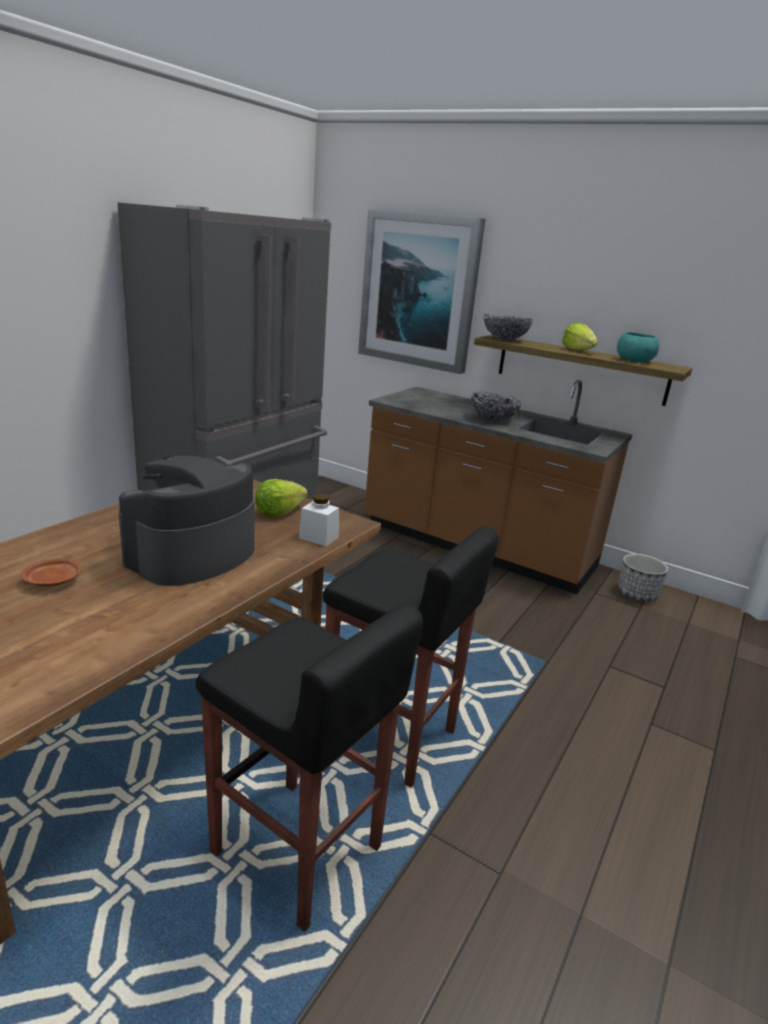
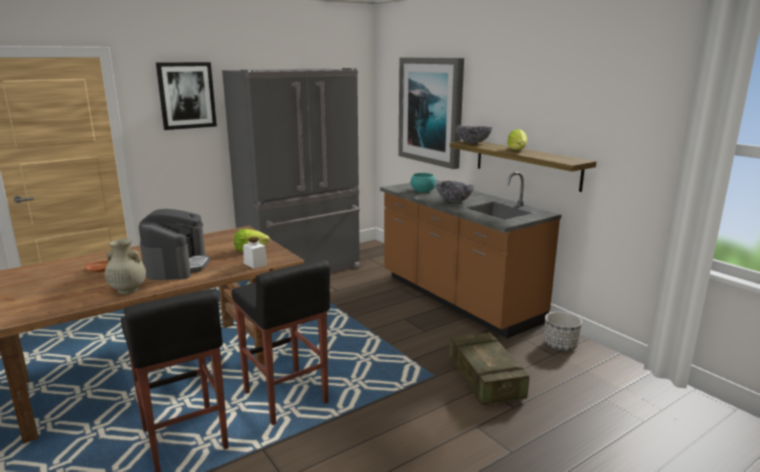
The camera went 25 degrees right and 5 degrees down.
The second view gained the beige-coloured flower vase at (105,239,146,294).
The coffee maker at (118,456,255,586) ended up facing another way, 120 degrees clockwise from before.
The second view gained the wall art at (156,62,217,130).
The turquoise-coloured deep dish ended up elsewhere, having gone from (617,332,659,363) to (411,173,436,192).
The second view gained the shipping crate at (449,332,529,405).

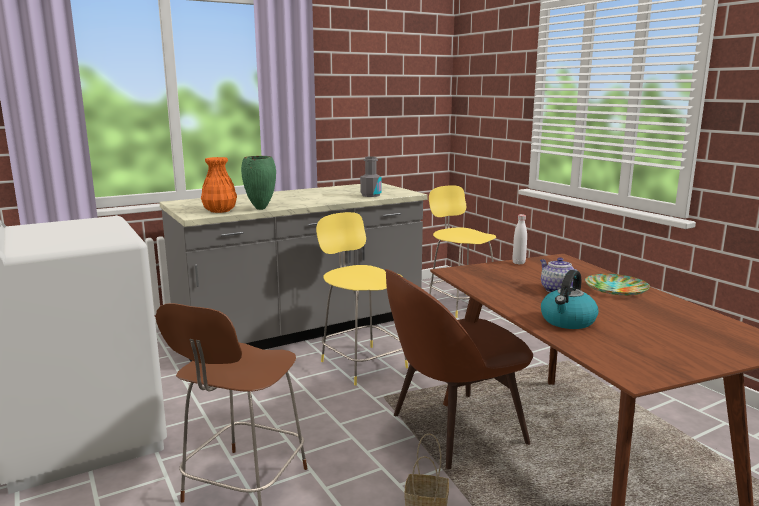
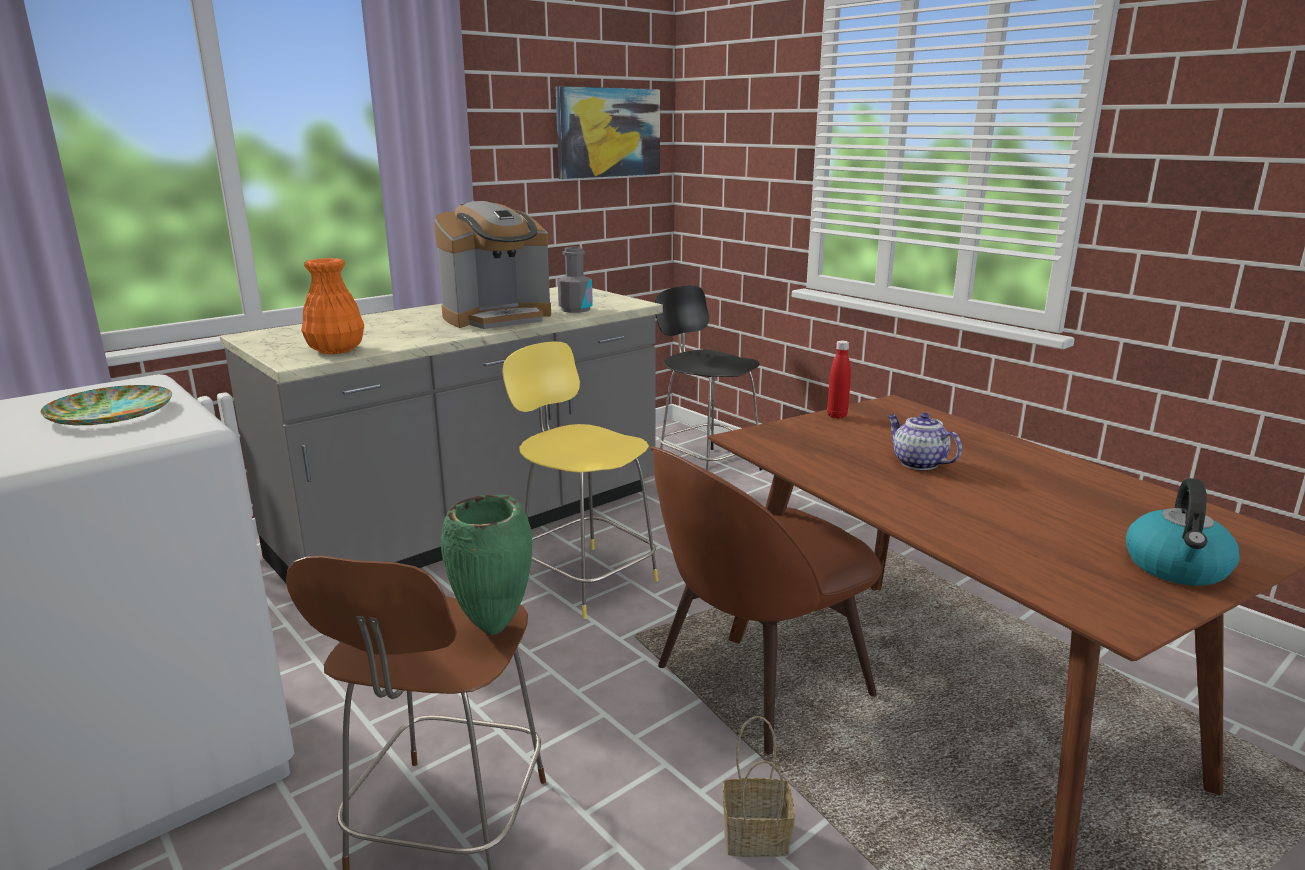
The camera went 10 degrees left and 5 degrees up.
The plate ended up elsewhere, having gone from (585,274,650,295) to (40,385,172,426).
The second view gained the coffee maker at (434,201,551,329).
The green flower vase ended up elsewhere, having gone from (241,156,276,210) to (441,495,532,635).
The second view gained the wall art at (556,86,660,179).
What was the yellowish stool at (429,185,496,318) turned into the black stool at (655,286,762,471).
What was the white-coloured beverage bottle at (512,214,527,265) turned into the red-coloured beverage bottle at (827,341,851,419).
The water kettle ended up elsewhere, having gone from (541,270,599,329) to (1126,478,1240,586).

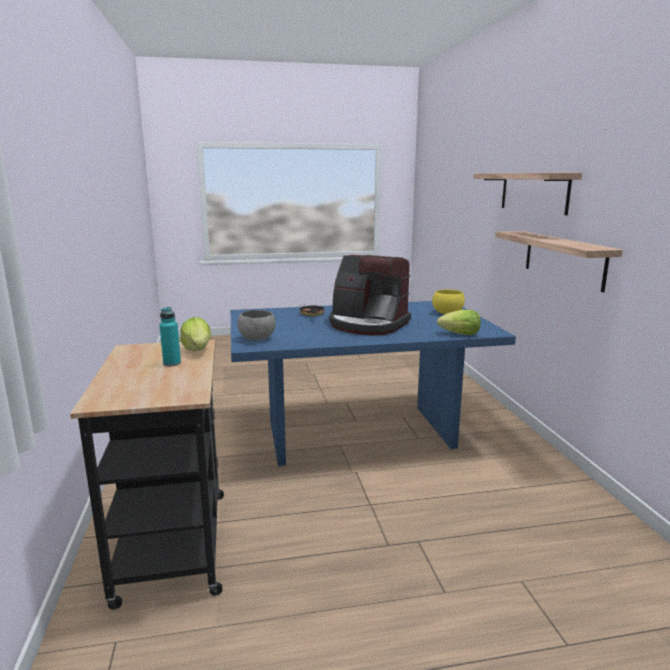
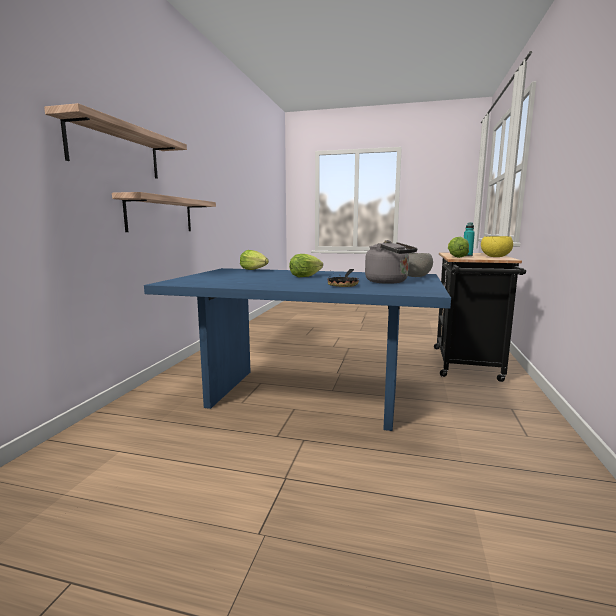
The camera went 155 degrees left and 5 degrees down.
Where the coffee maker stood at (329,255,411,335), the lettuce head came to stand at (289,254,323,277).
The second view gained the grey water kettle at (365,240,418,284).
The yellowish deep dish ended up elsewhere, having gone from (432,289,465,314) to (481,236,513,257).

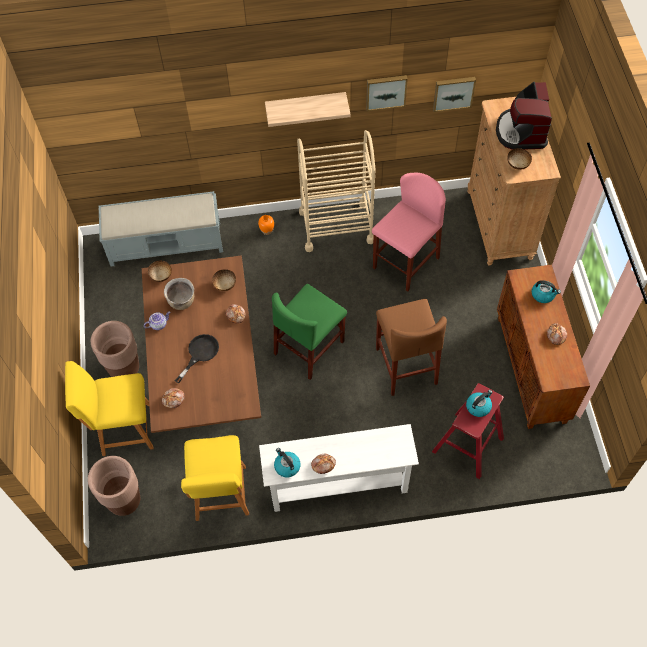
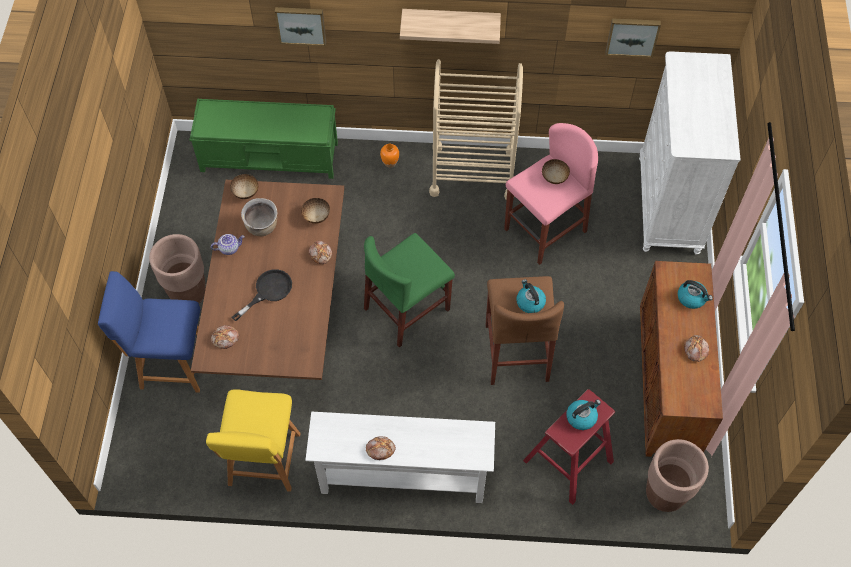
The camera went 10 degrees right and 0 degrees up.
What was the yellowish upright chair at (65,361,154,456) turned into the blue upright chair at (98,271,200,393).
What was the grey long seat at (99,191,223,267) turned into the green long seat at (189,99,338,179).
The wall art ended up elsewhere, having gone from (366,75,408,111) to (275,7,326,46).
The water kettle ended up elsewhere, having gone from (274,448,301,477) to (516,279,546,313).
The deep dish ended up elsewhere, having gone from (507,148,532,170) to (542,159,570,184).
What was the brownish chest of drawers at (467,97,561,266) turned into the white-coloured chest of drawers at (639,51,741,255).
The brownish planter ended up elsewhere, having gone from (88,456,140,516) to (646,439,709,512).
The second view lost the coffee maker at (496,82,552,150).

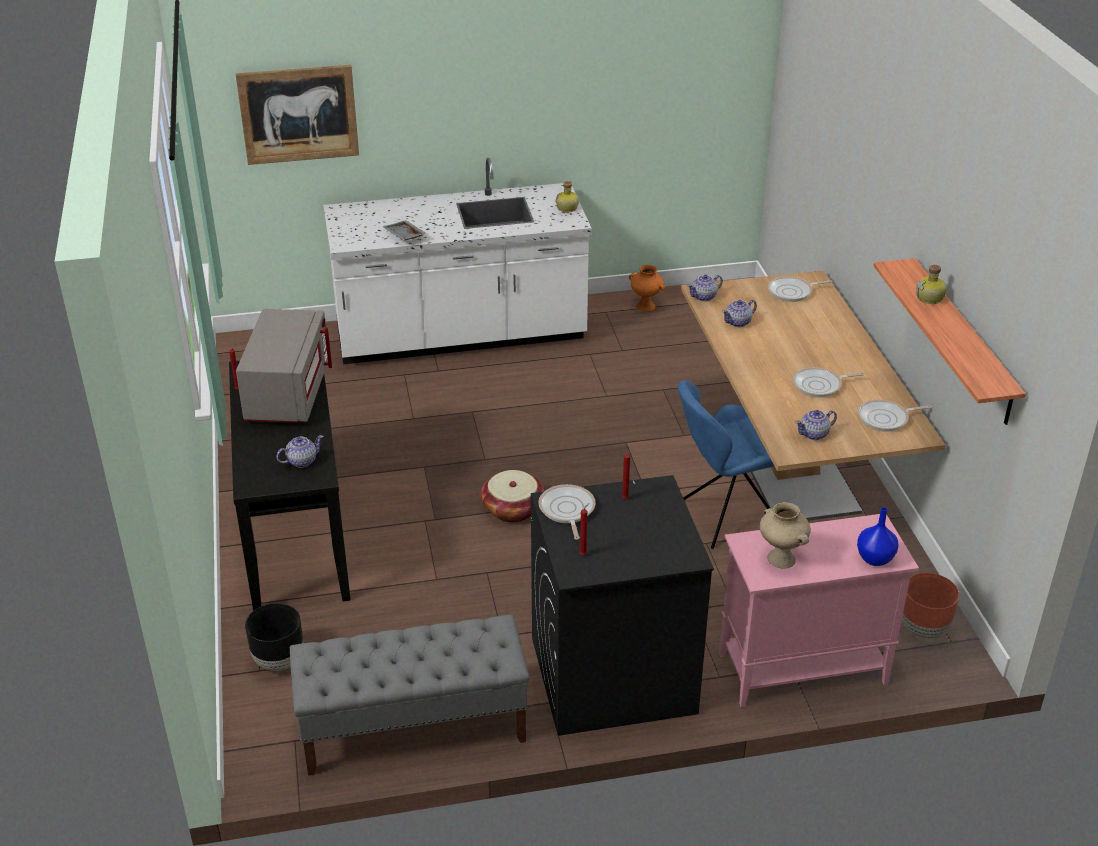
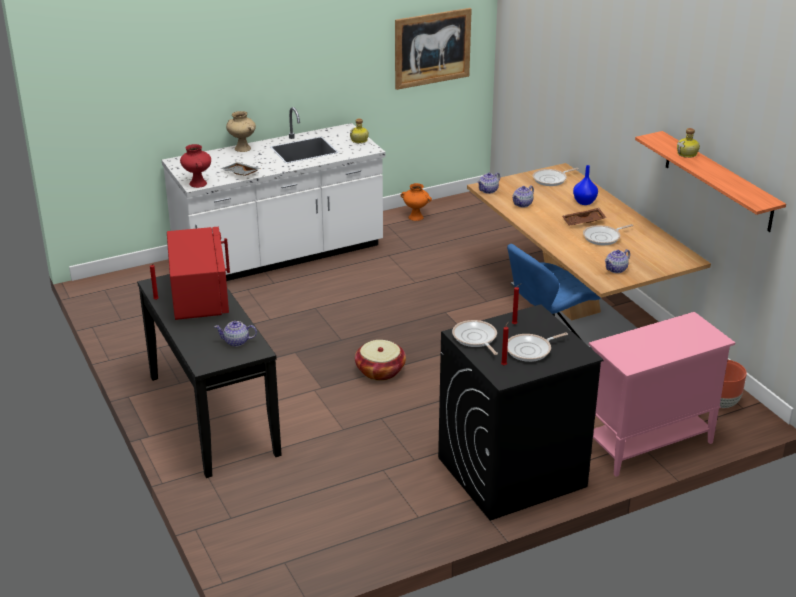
The camera went 15 degrees left and 5 degrees down.
What was the grey microwave oven at (236,309,332,423) turned into the red-coloured microwave oven at (167,227,230,320).
The second view gained the red-coloured flower vase at (180,144,211,188).
The pot for tea at (276,435,324,468) ended up facing another way, 135 degrees counterclockwise from before.
The beige-coloured flower vase ended up elsewhere, having gone from (760,502,811,568) to (226,111,256,152).
The wall art ended up elsewhere, having gone from (236,65,359,165) to (395,8,472,90).
The skillet ended up elsewhere, having gone from (858,399,931,432) to (507,332,568,362).
The second view gained the brownish tray at (562,208,606,226).
The blue flower vase ended up elsewhere, having gone from (857,507,898,566) to (573,165,598,205).
The second view lost the black planter at (245,603,303,671).
The second view lost the grey long seat at (290,615,529,776).

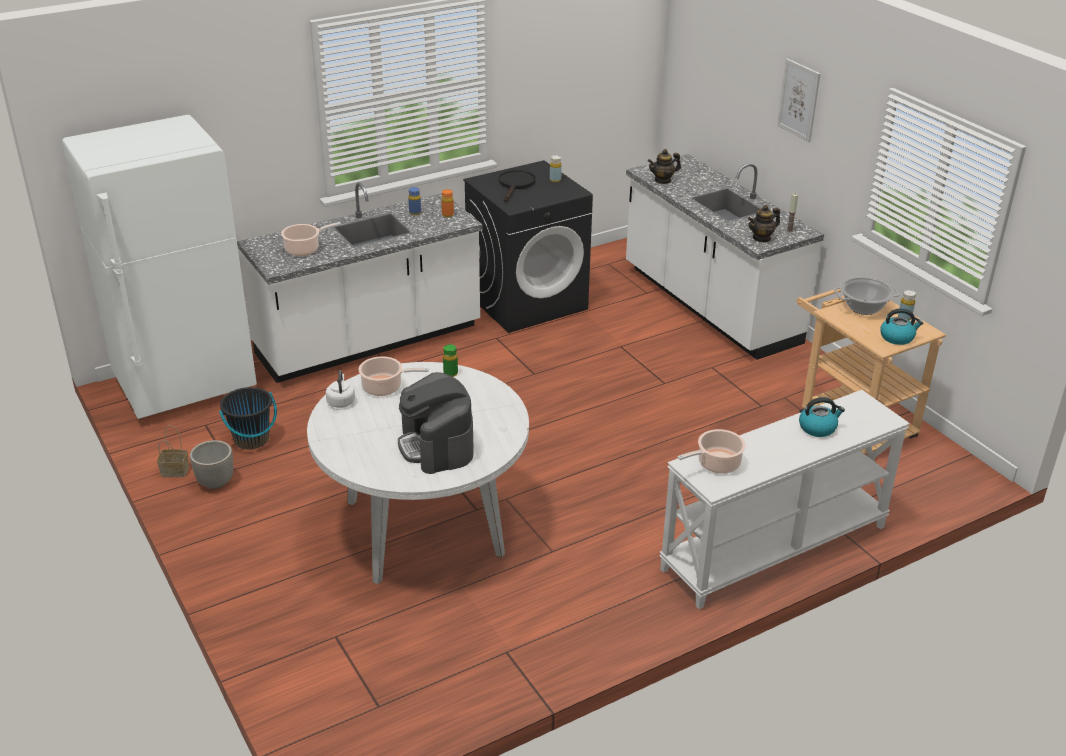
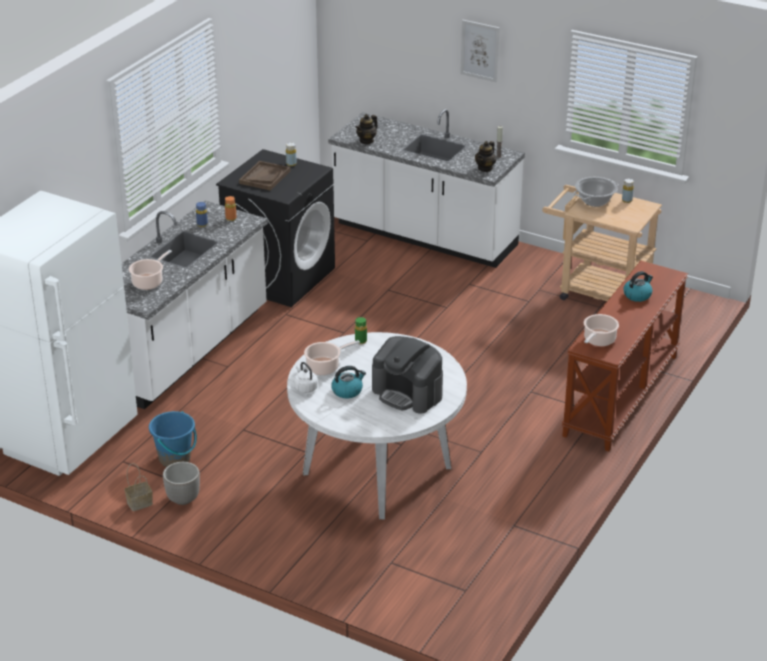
The camera went 30 degrees left and 0 degrees up.
What was the black pail at (219,387,277,449) turned into the blue pail at (149,411,197,467).
Where the black skillet stood at (499,170,536,202), the brownish tray came to stand at (239,161,290,191).
The water kettle ended up elsewhere, having gone from (880,308,923,345) to (331,366,366,398).
What was the white-coloured console table at (659,390,910,609) turned into the brownish console table at (562,261,688,452).

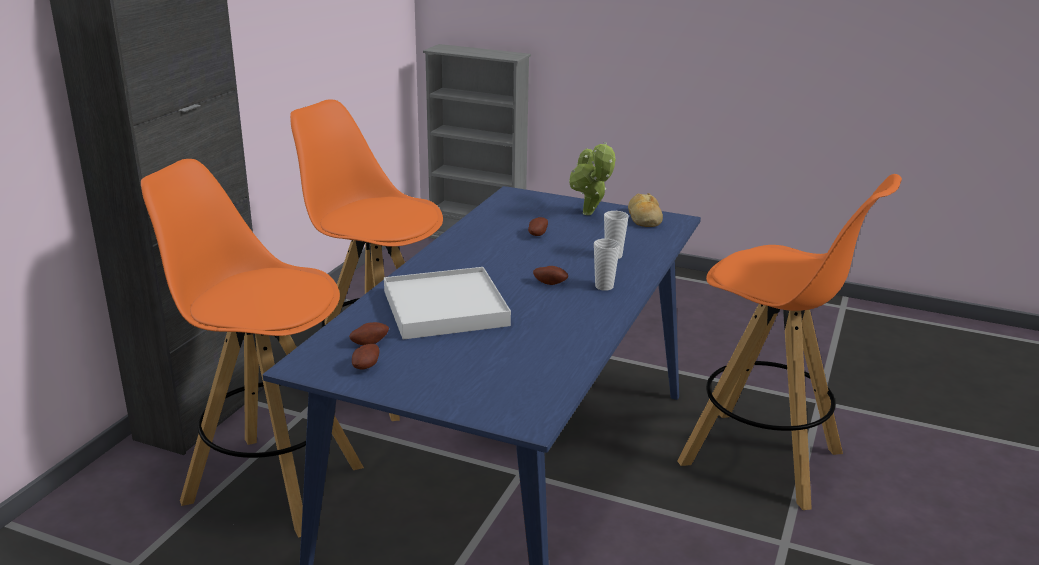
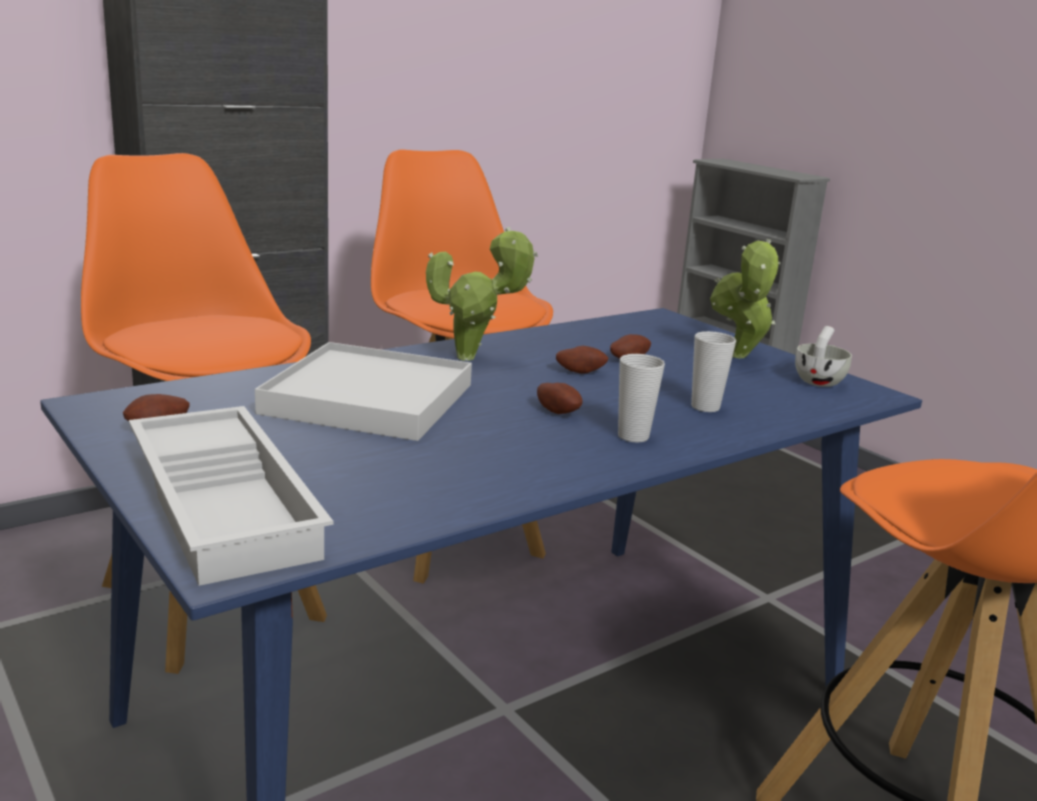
The camera went 30 degrees right and 5 degrees down.
The second view gained the white-coloured tray at (129,406,333,586).
The second view gained the potted plant at (426,227,538,361).
The spud ended up elsewhere, having gone from (349,322,389,345) to (556,346,608,373).
Where the bakery bread stood at (628,193,663,227), the white-coloured small cup came to stand at (795,326,852,387).

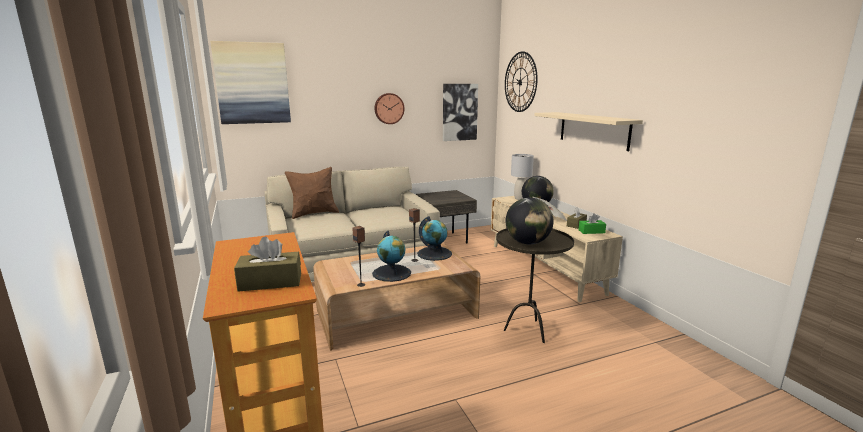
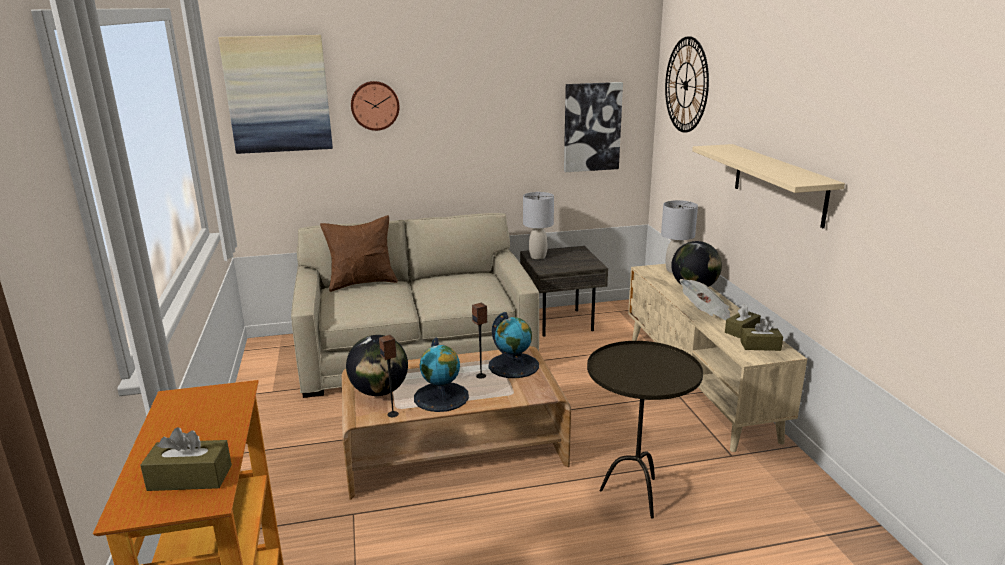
The camera went 10 degrees right and 5 degrees up.
The world globe ended up elsewhere, having gone from (505,198,554,244) to (346,335,408,396).
The clock on the wall ended up elsewhere, having gone from (374,93,405,124) to (351,81,400,131).
The second view gained the grey table lamp at (523,192,554,259).
What was the green tissue holder at (579,213,606,234) turned into the brownish tissue holder at (740,319,783,351).

